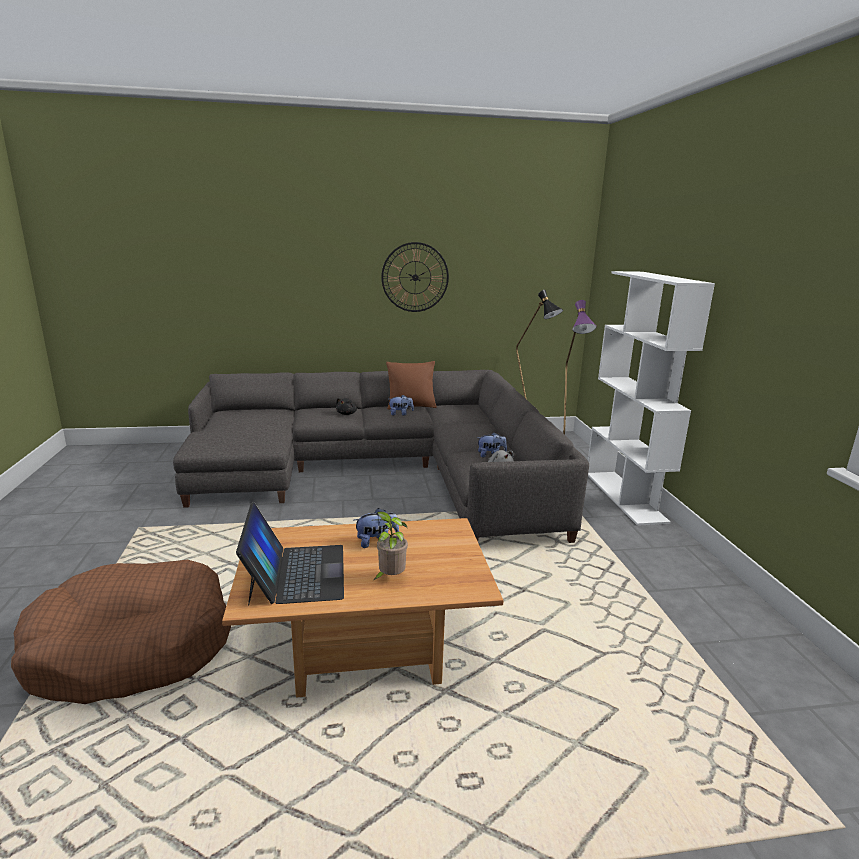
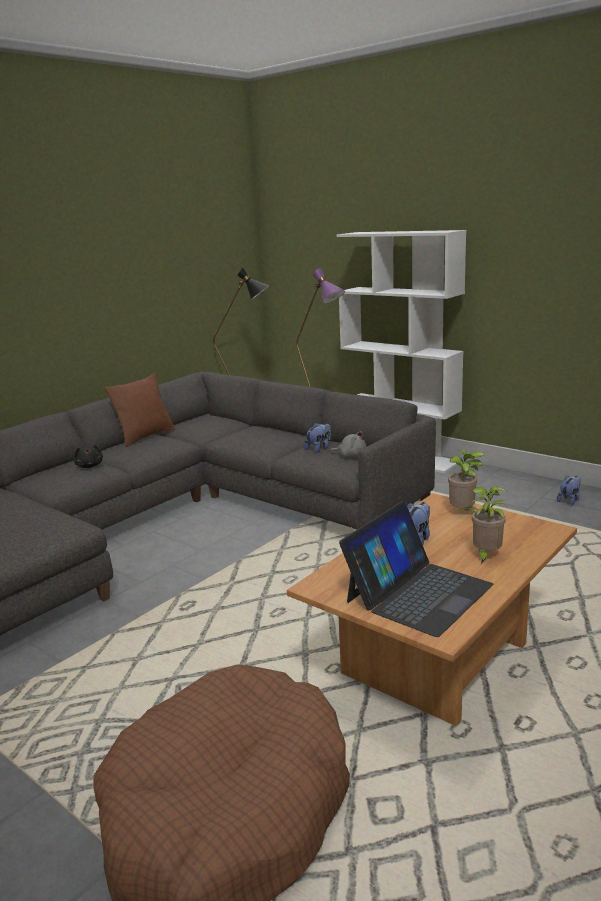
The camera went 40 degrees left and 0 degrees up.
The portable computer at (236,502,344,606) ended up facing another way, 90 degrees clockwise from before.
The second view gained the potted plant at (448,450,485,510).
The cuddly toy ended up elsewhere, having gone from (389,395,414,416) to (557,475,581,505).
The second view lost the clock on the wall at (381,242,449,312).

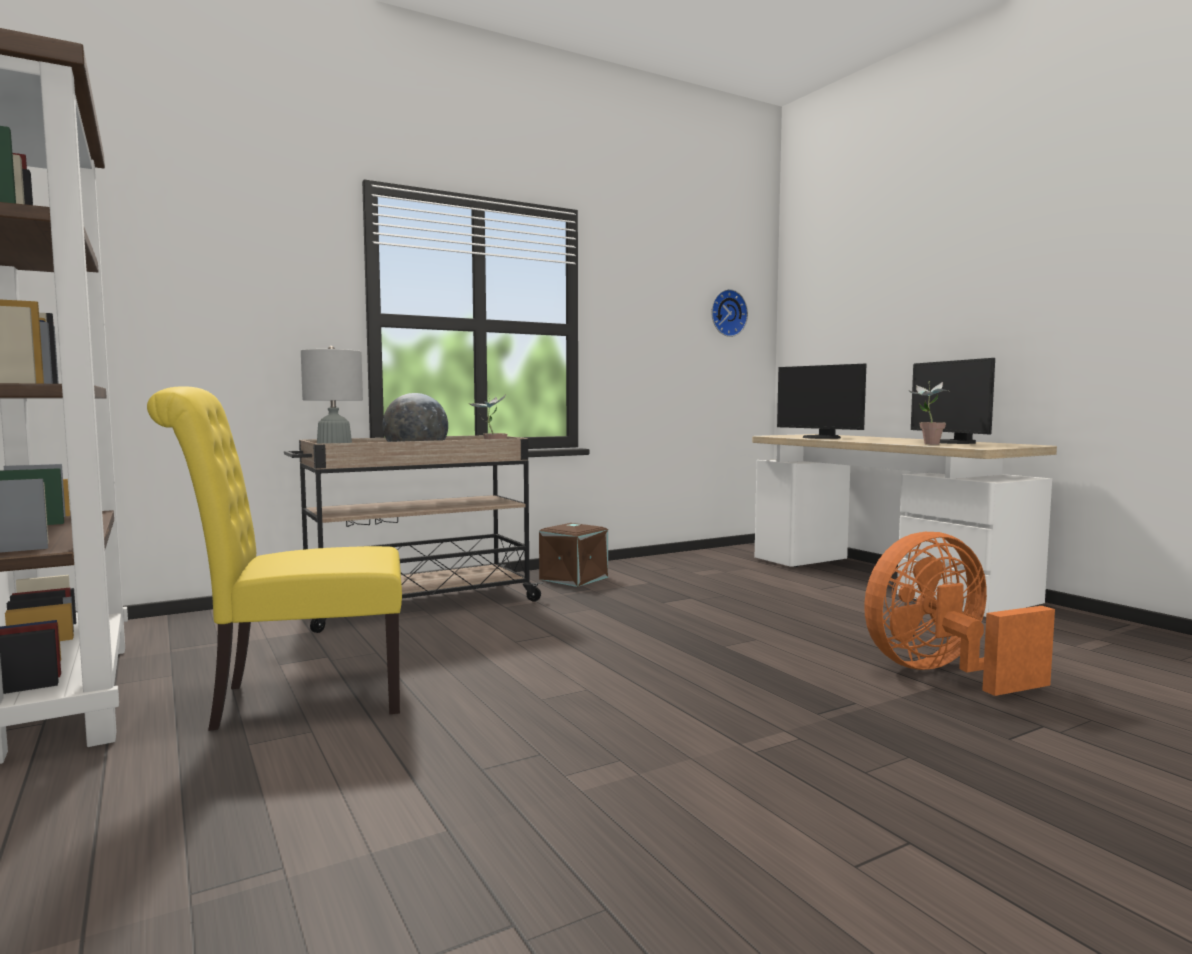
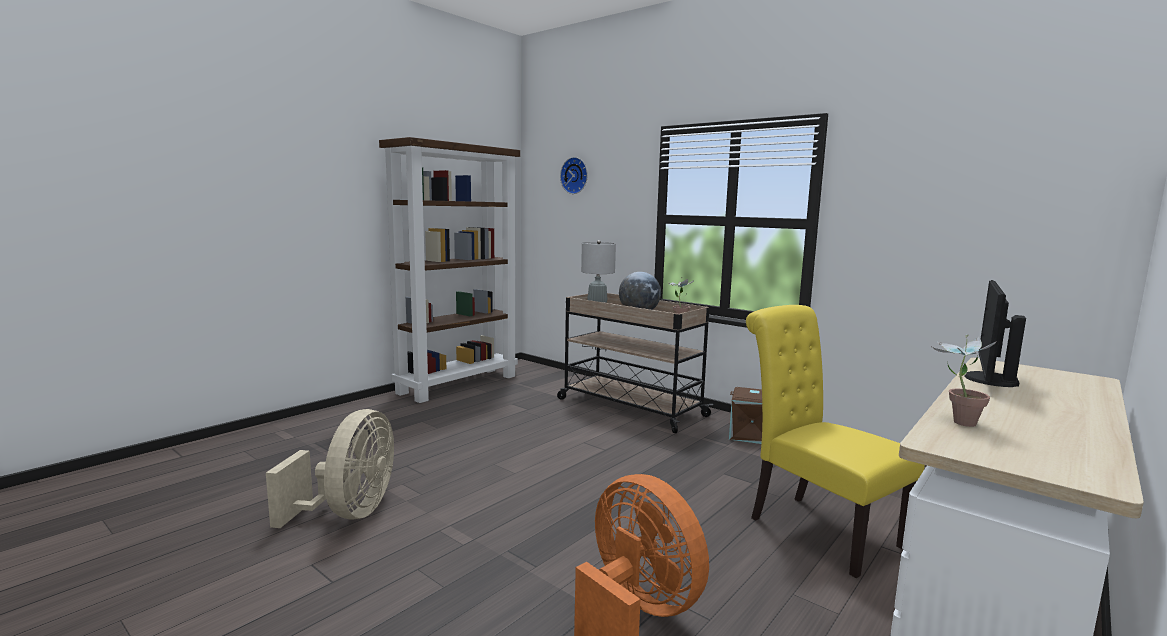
The camera went 70 degrees right and 5 degrees up.
The second view gained the beige-coloured fan at (266,409,394,528).
The clock on the wall ended up elsewhere, having gone from (711,289,748,337) to (560,157,588,194).
The yellowish upright chair ended up elsewhere, having gone from (147,386,402,731) to (746,305,925,578).
The second view lost the monitor at (911,358,995,444).

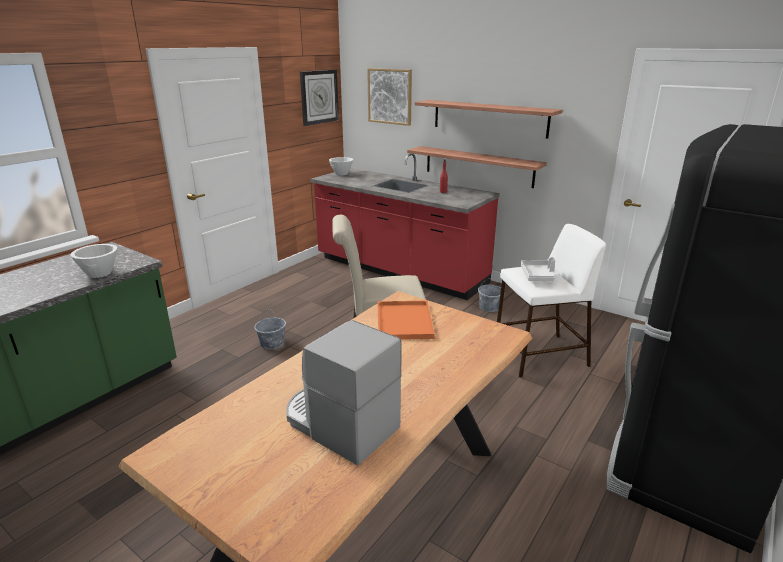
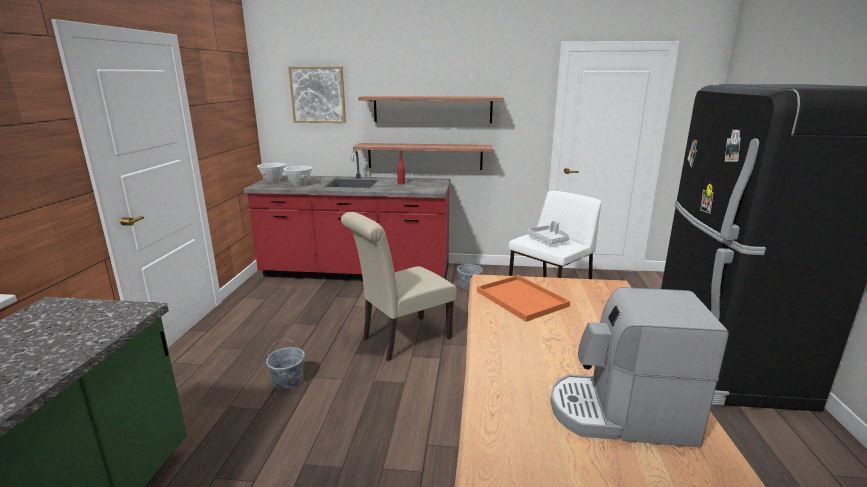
The camera went 30 degrees left and 5 degrees down.
The white-coloured deep dish ended up elsewhere, having gone from (70,244,117,278) to (283,166,312,186).
The second view lost the clock on the wall at (300,69,339,126).

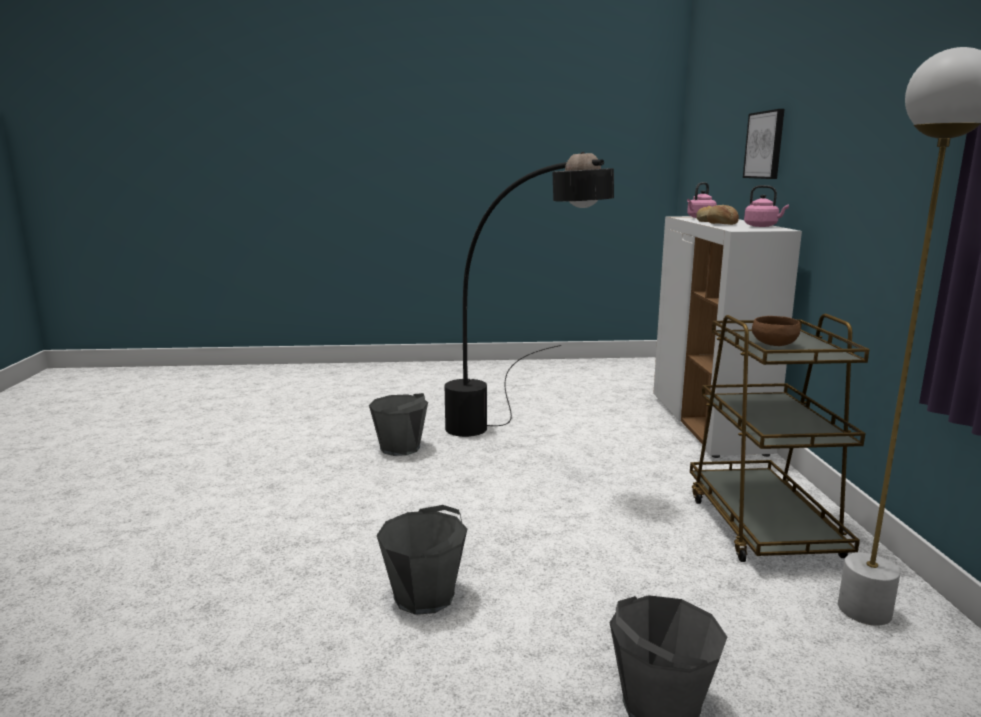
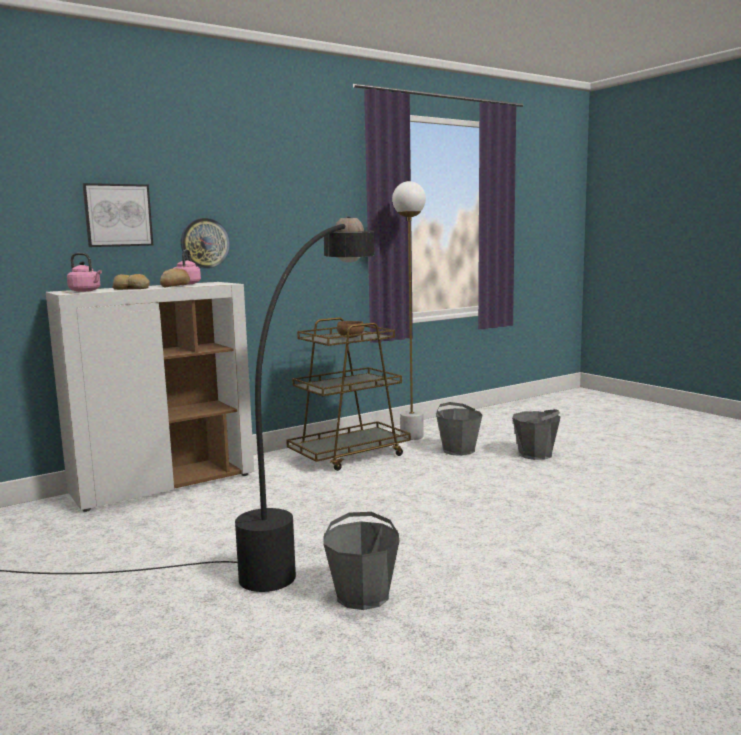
The camera went 120 degrees left and 5 degrees down.
The second view gained the clock on the wall at (181,218,230,269).
The grey pail ended up elsewhere, having gone from (377,505,467,615) to (436,402,482,456).

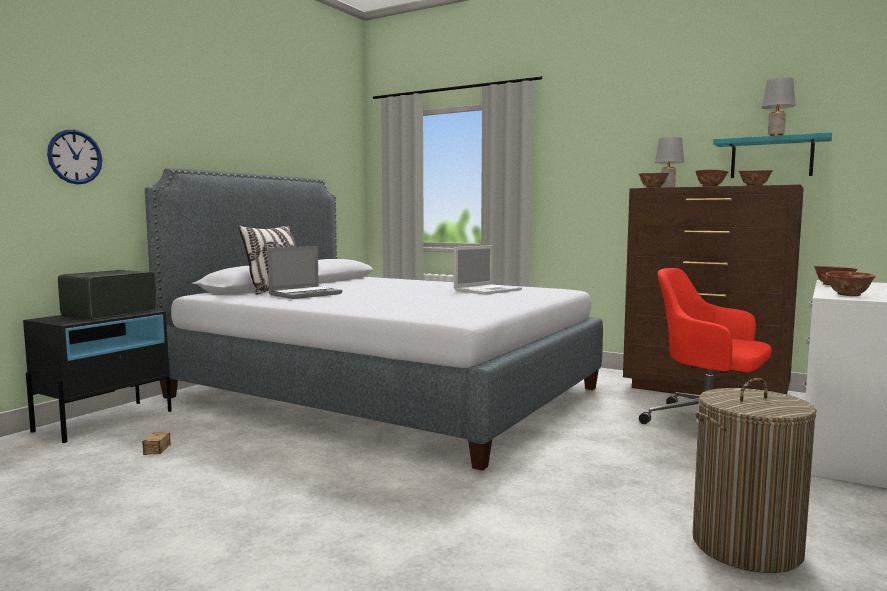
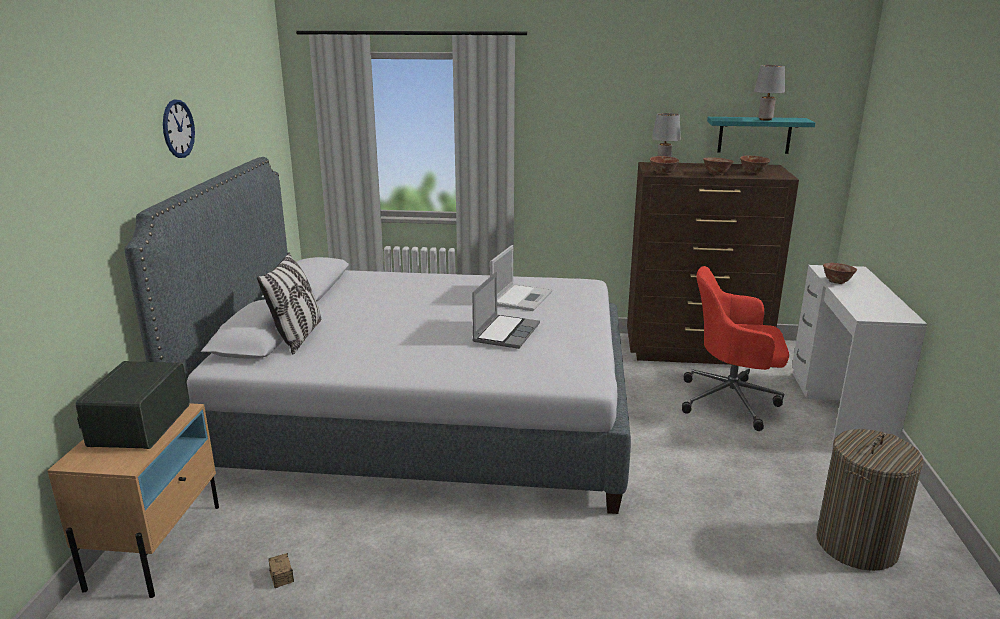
The camera went 25 degrees left and 15 degrees up.
What was the black bedside table at (23,310,172,443) turned into the beige-coloured bedside table at (47,403,219,598).
The clock on the wall ended up elsewhere, having gone from (47,130,102,184) to (163,100,195,158).
The portable computer ended up elsewhere, having gone from (267,246,342,299) to (472,271,540,349).
The second view lost the deep dish at (826,271,876,296).

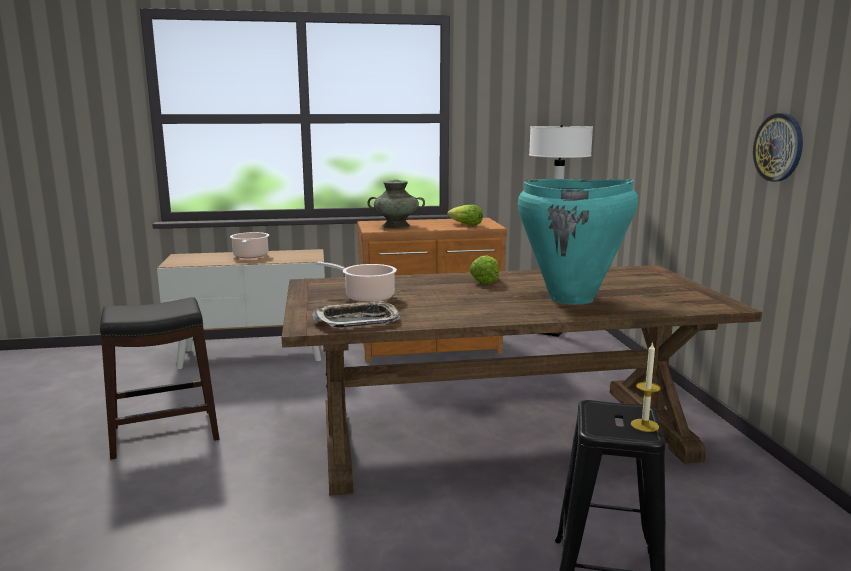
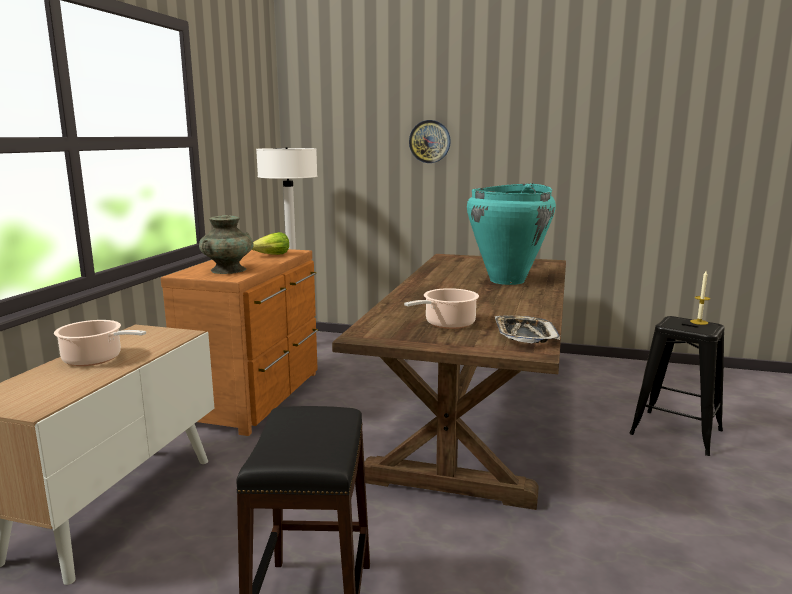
The camera went 65 degrees left and 0 degrees up.
The clock on the wall ended up elsewhere, having gone from (753,113,803,182) to (409,120,451,163).
The second view lost the lettuce head at (469,256,499,284).

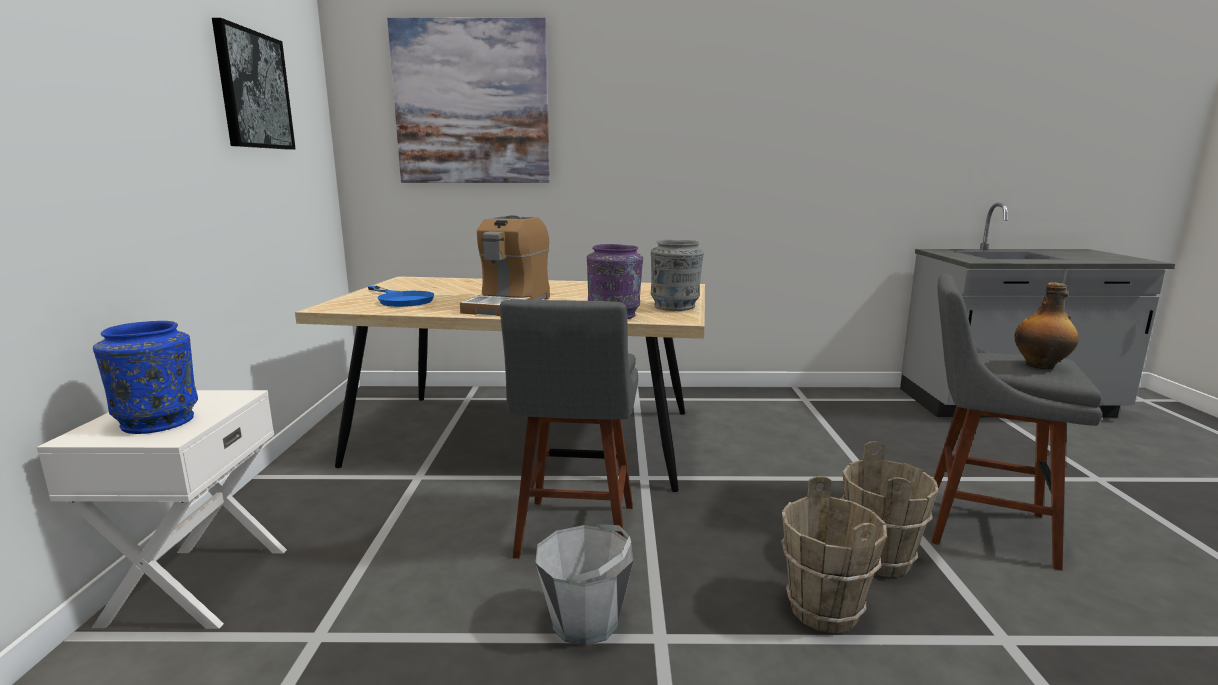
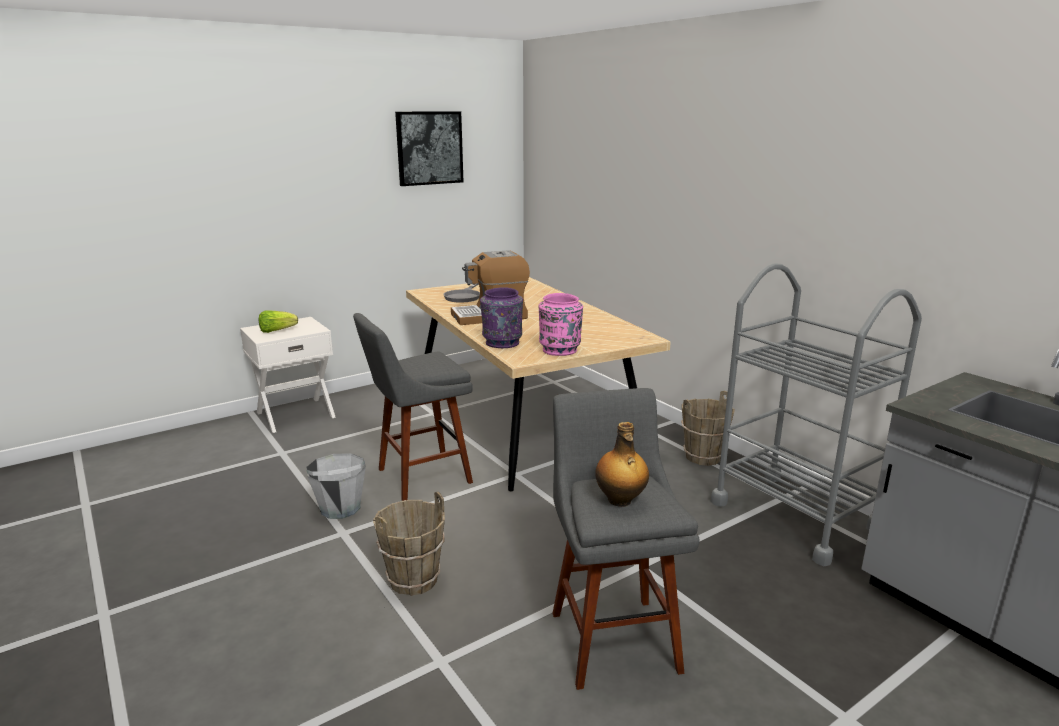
The camera went 55 degrees right and 5 degrees up.
Where the blue flower vase stood at (93,321,198,434), the lettuce head came to stand at (259,310,298,333).
What was the blue skillet at (368,286,434,307) turned into the grey skillet at (443,283,480,302).
What was the grey flower vase at (651,240,704,311) turned into the pink flower vase at (539,293,583,356).
The brownish pail ended up elsewhere, having gone from (841,441,939,577) to (681,391,735,466).
The second view gained the grey trolley at (711,264,922,566).
The second view lost the wall art at (387,17,550,183).

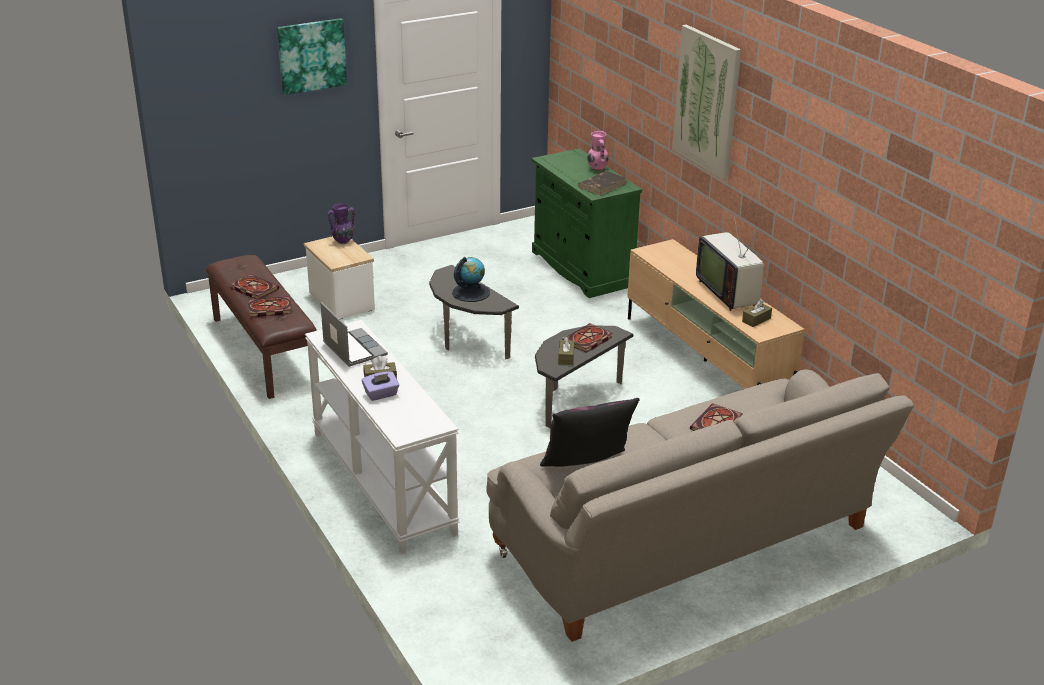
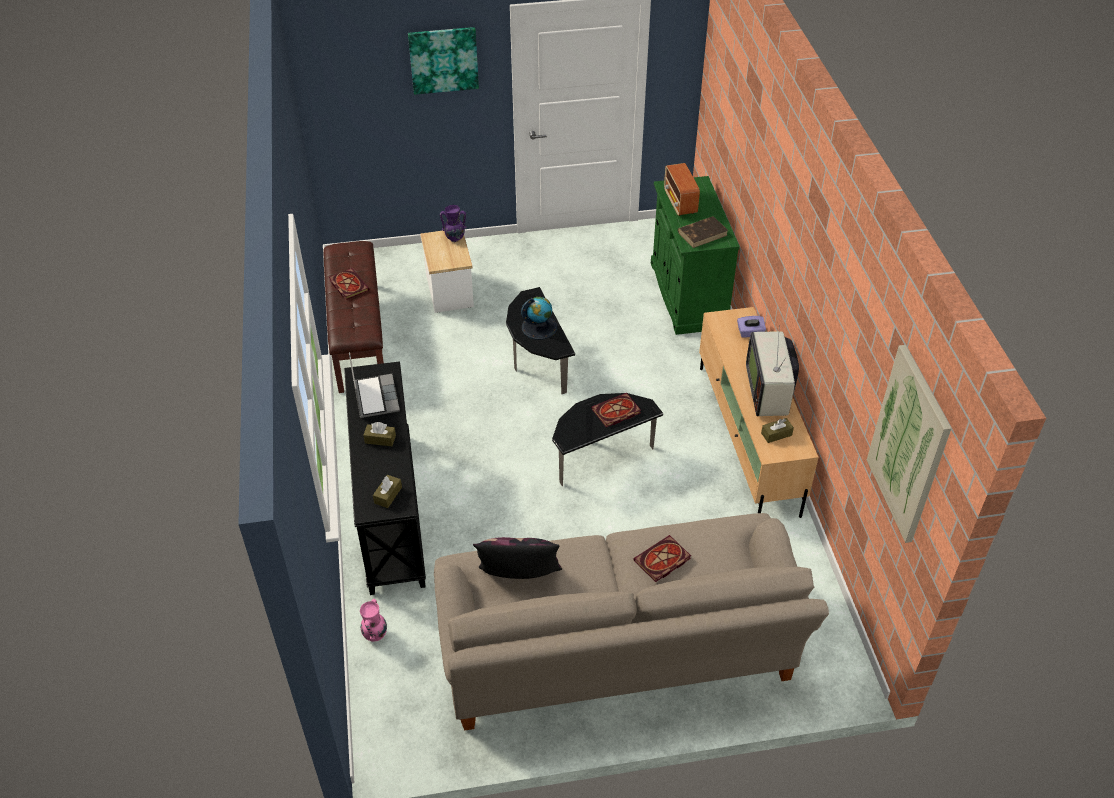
The camera went 20 degrees right and 15 degrees up.
What was the white-coloured console table at (305,320,460,554) turned into the black console table at (344,361,426,595).
The pink flower vase ended up elsewhere, having gone from (587,131,608,171) to (360,599,387,642).
The brownish tissue holder ended up elsewhere, having gone from (558,336,574,365) to (373,475,402,508).
The second view gained the radio set at (664,163,700,216).
The purplish tissue holder ended up elsewhere, having gone from (362,371,399,401) to (737,316,766,338).
The wall art ended up elsewhere, having gone from (672,25,741,180) to (867,345,952,543).
The second view lost the volume at (248,296,292,317).

